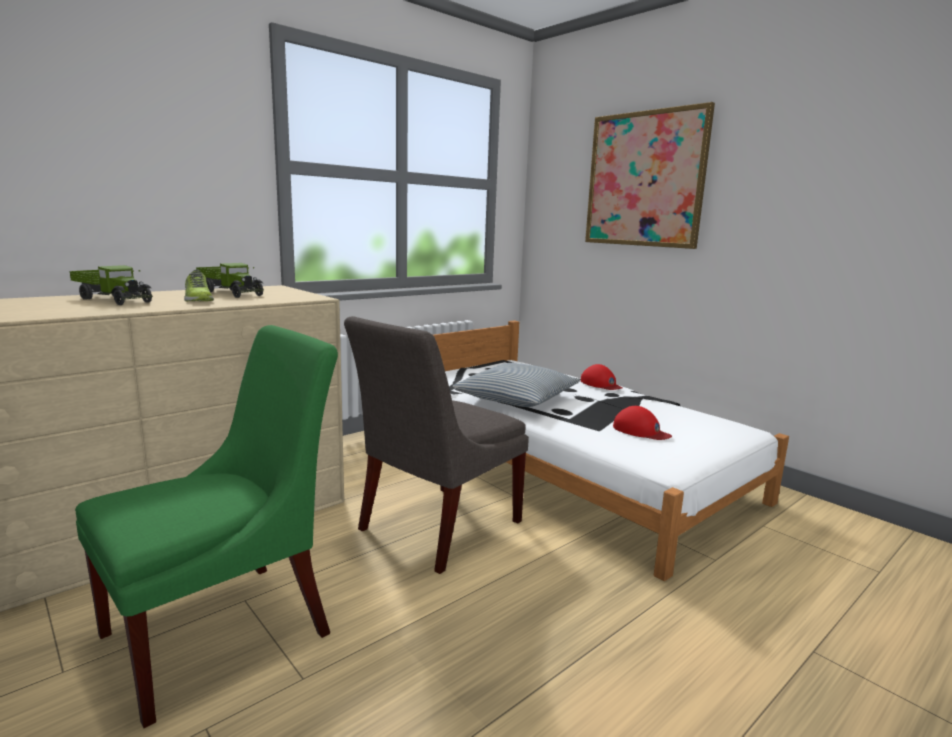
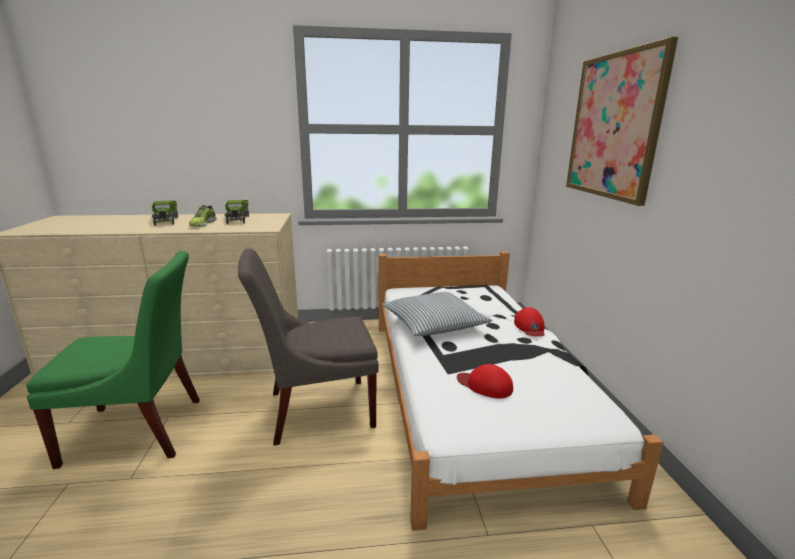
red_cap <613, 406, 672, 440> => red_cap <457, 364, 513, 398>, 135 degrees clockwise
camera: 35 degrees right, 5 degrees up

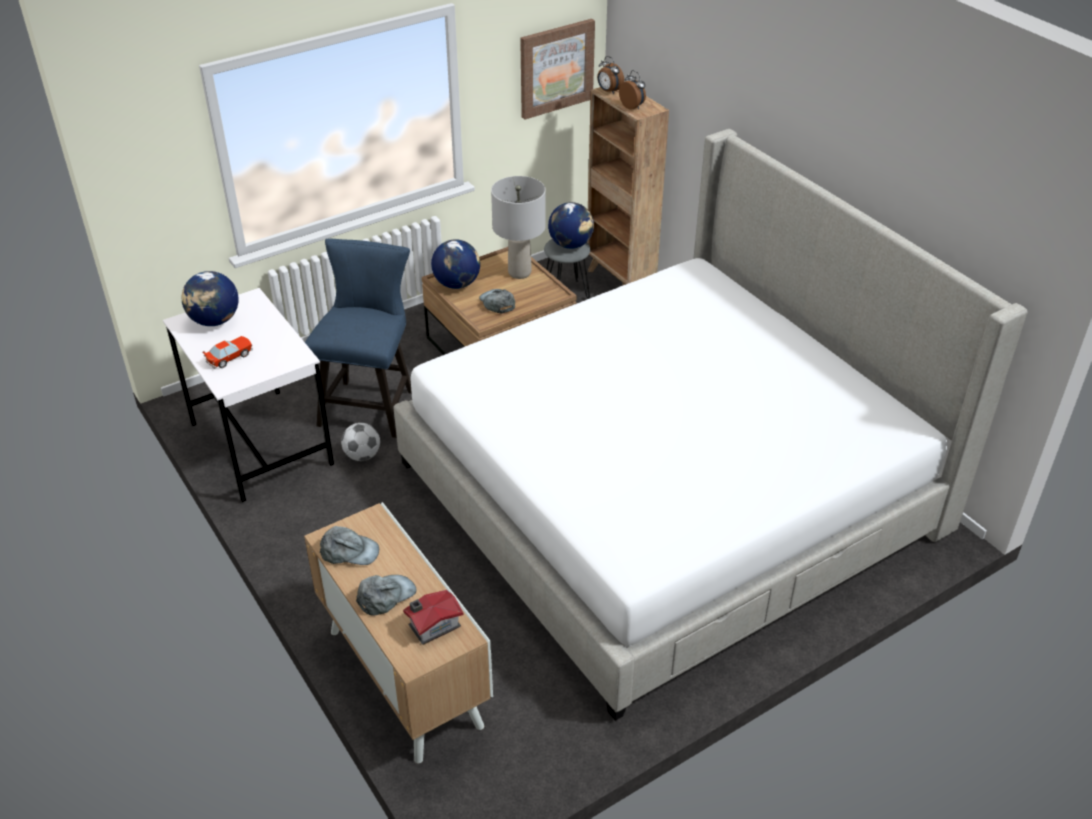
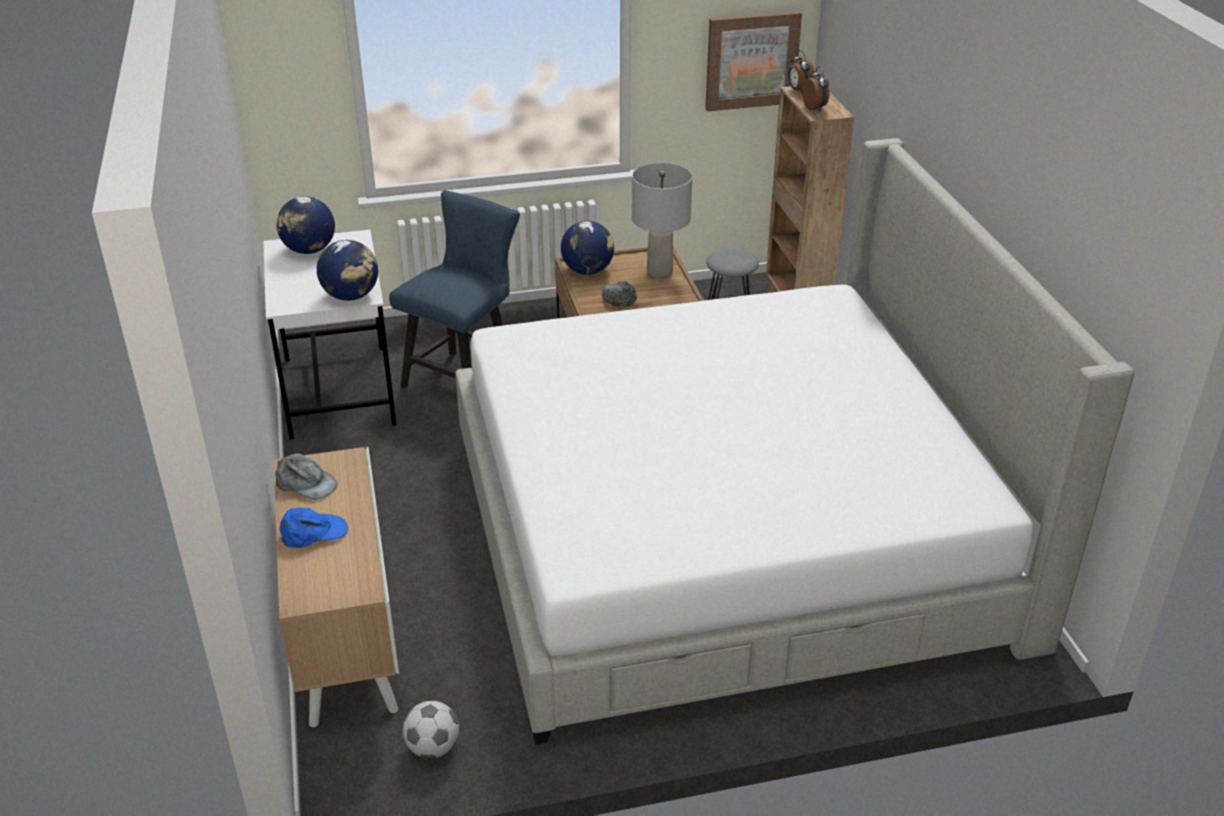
grey_cap <356, 575, 416, 616> => blue_cap <280, 508, 348, 548>
globe <548, 202, 594, 249> => globe <317, 240, 378, 301>, shifted
football <341, 423, 380, 461> => football <403, 701, 459, 759>, shifted
toy_car <202, 336, 253, 369> => nothing
toy_house <403, 590, 464, 645> => nothing
camera: 20 degrees right, 5 degrees down

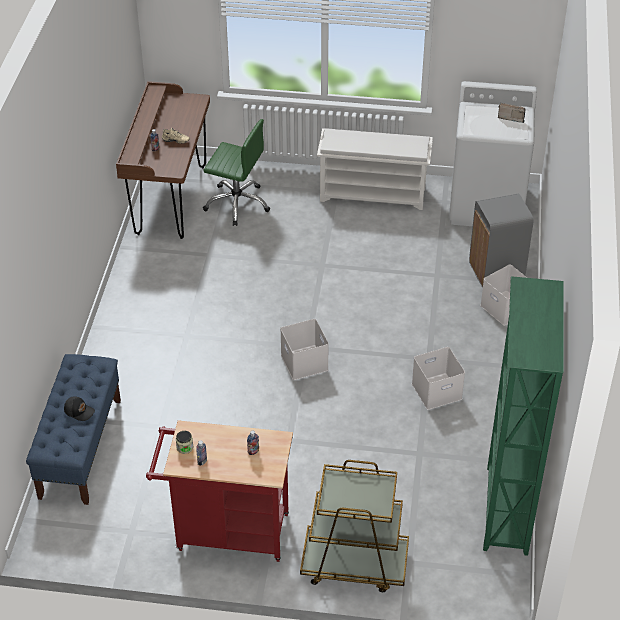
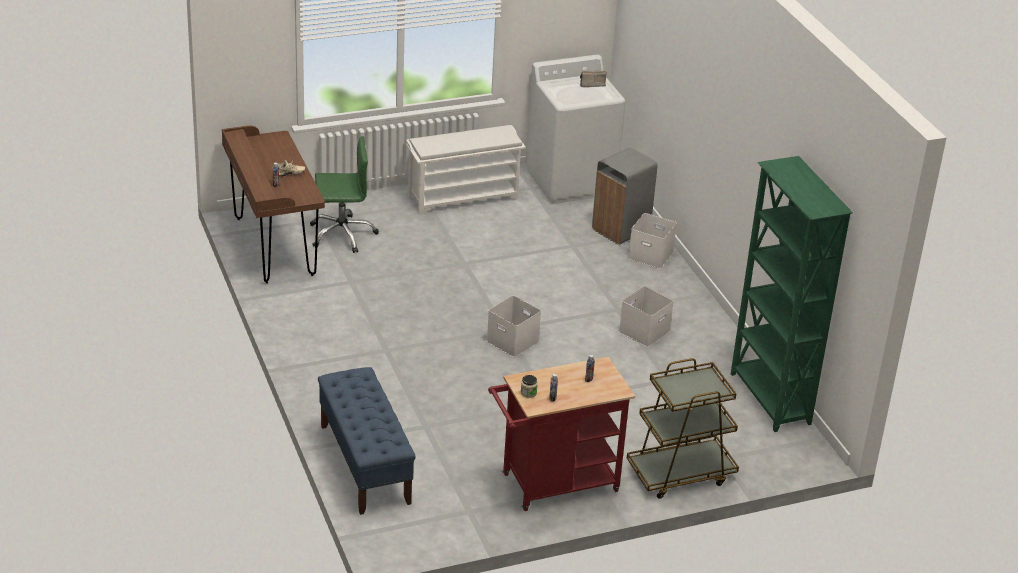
black_cap <64, 396, 95, 421> => nothing
camera: 30 degrees left, 10 degrees down

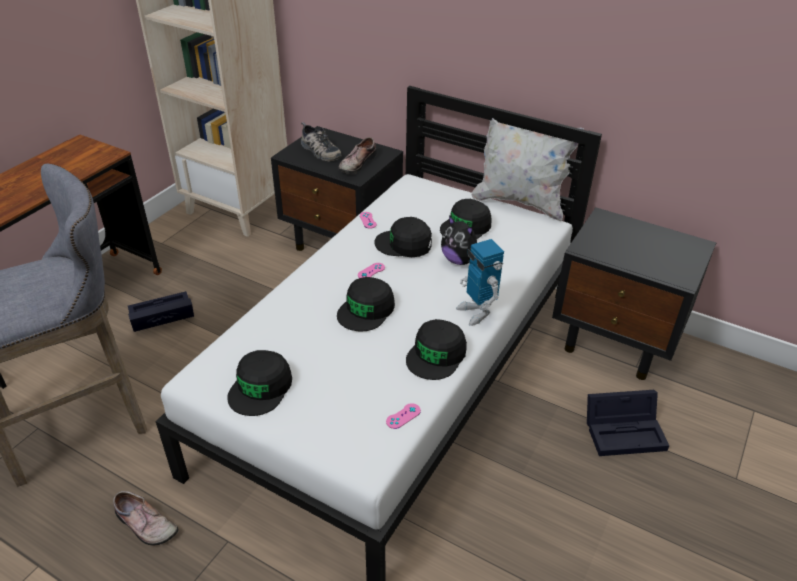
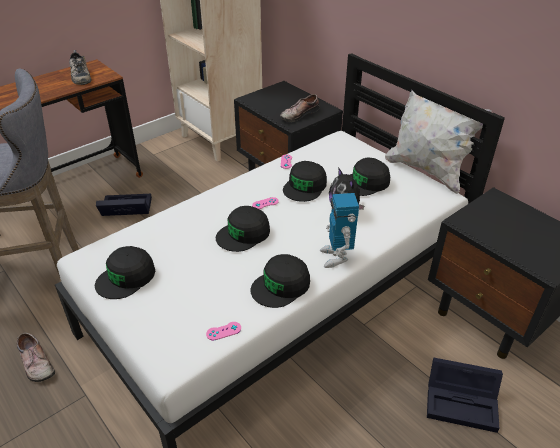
shoe <301, 122, 342, 161> => shoe <69, 50, 92, 85>, shifted
black_cap <374, 217, 432, 257> => black_cap <283, 161, 327, 202>, 90 degrees counterclockwise
camera: 20 degrees right, 0 degrees up

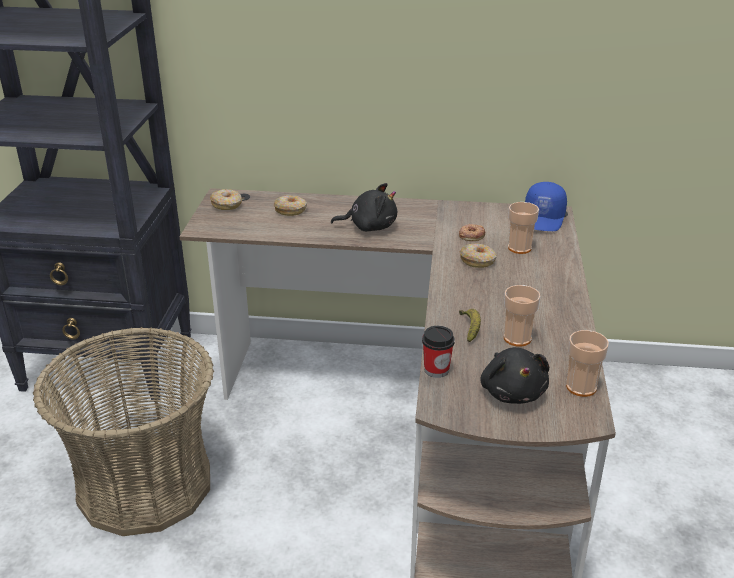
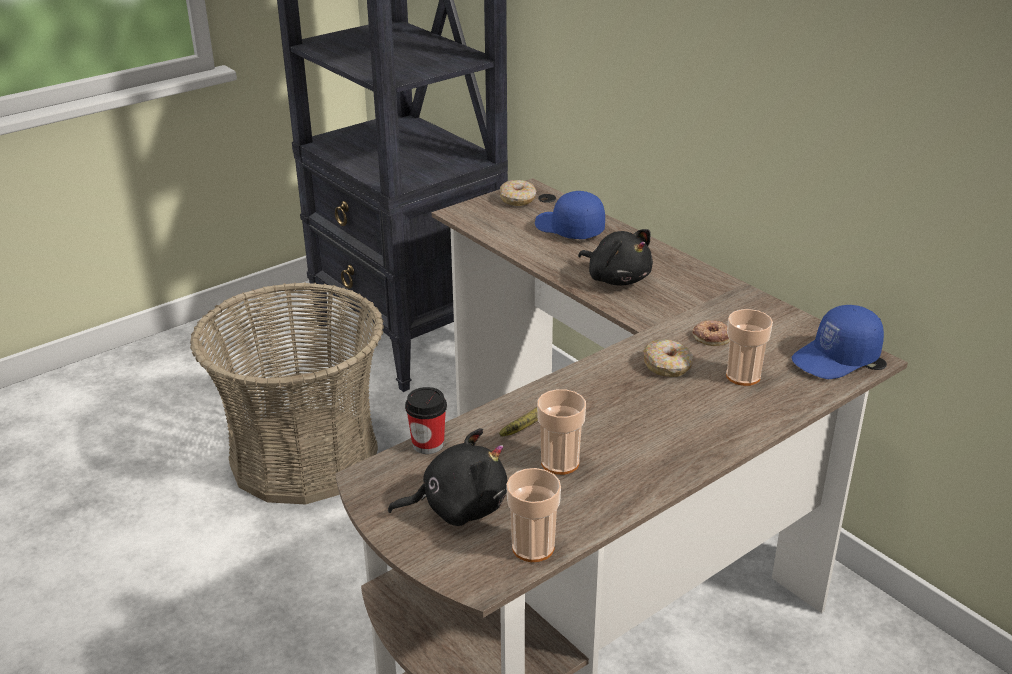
black_plush_toy <480, 347, 549, 404> => black_plush_toy <388, 428, 508, 526>, 135 degrees counterclockwise
donut <274, 195, 307, 216> => blue_cap <535, 191, 605, 239>
camera: 45 degrees right, 0 degrees up

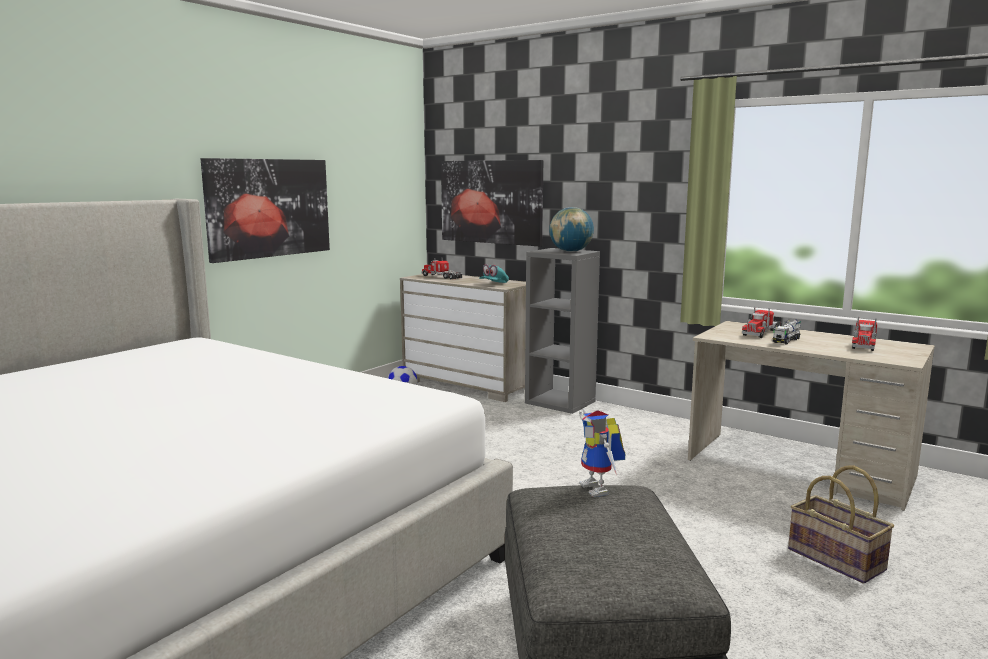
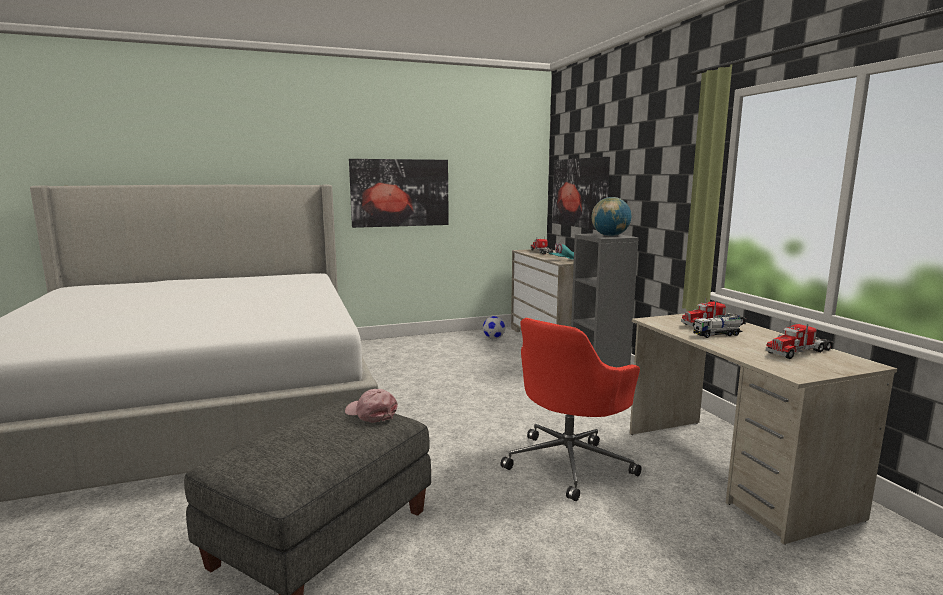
toy_robot <579, 409, 625, 497> => pink_cap <345, 389, 398, 423>
nothing => red_office_chair <501, 318, 642, 501>
basket <788, 465, 894, 584> => nothing
camera: 35 degrees right, 0 degrees up

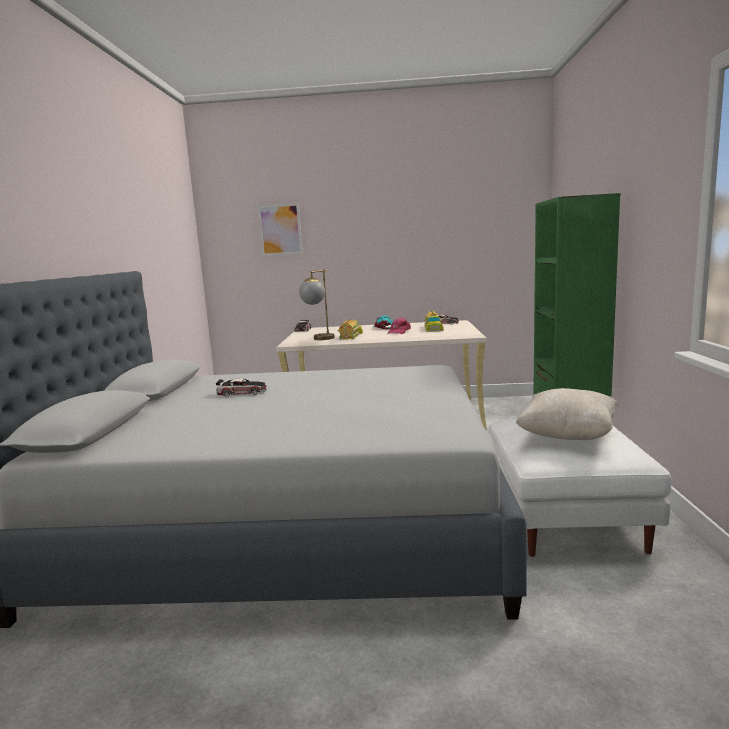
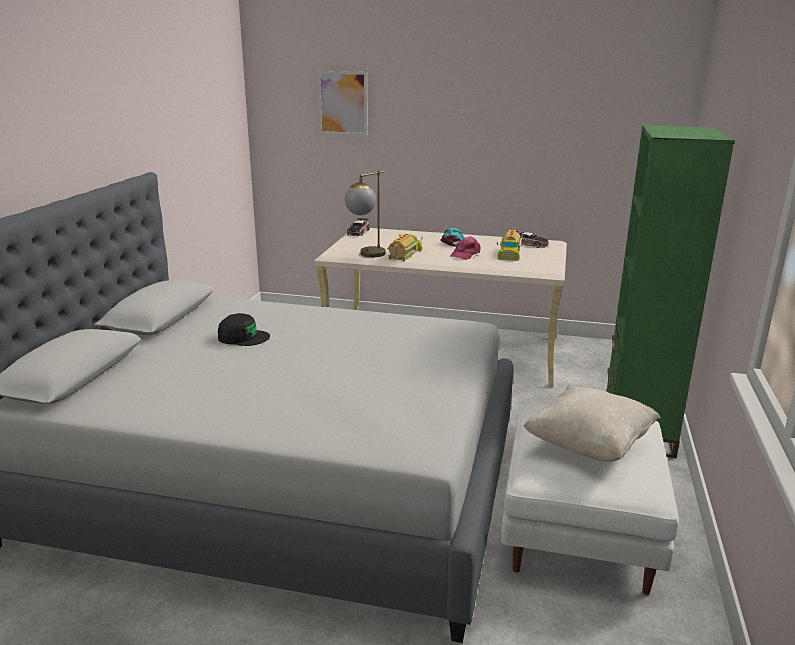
toy_car <216, 378, 267, 397> => black_cap <218, 313, 270, 346>
camera: 10 degrees right, 10 degrees up

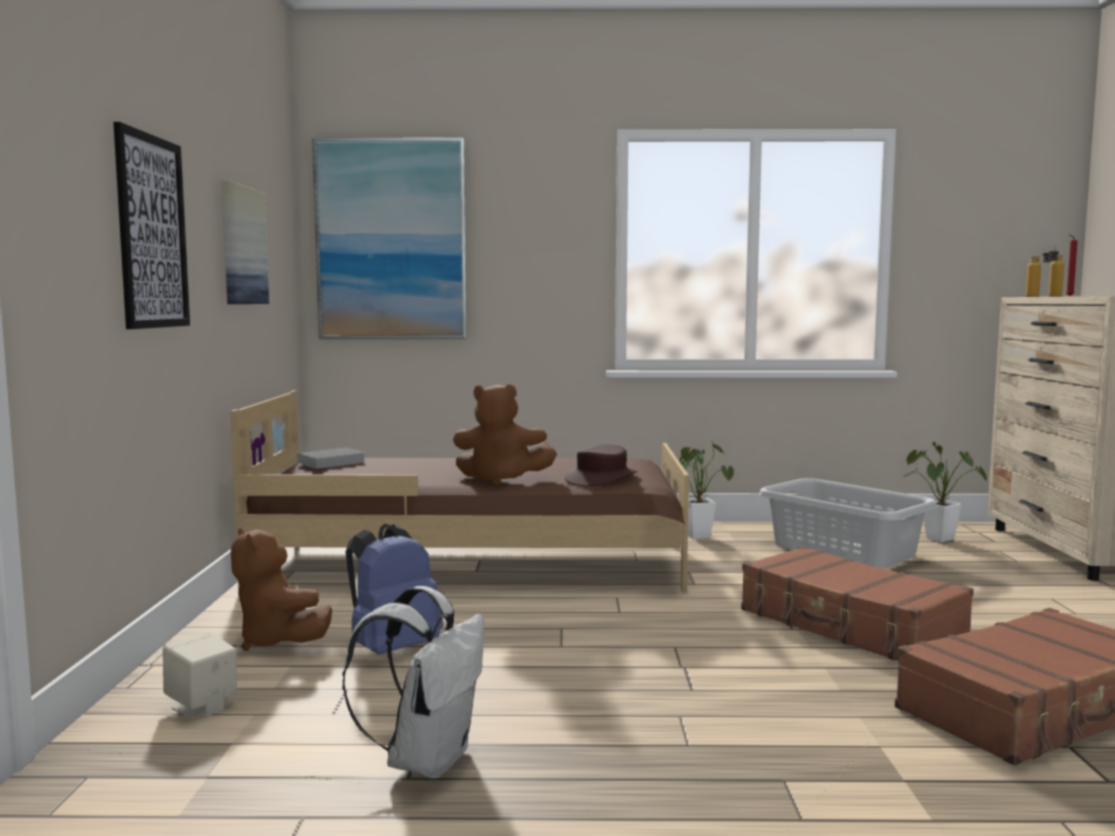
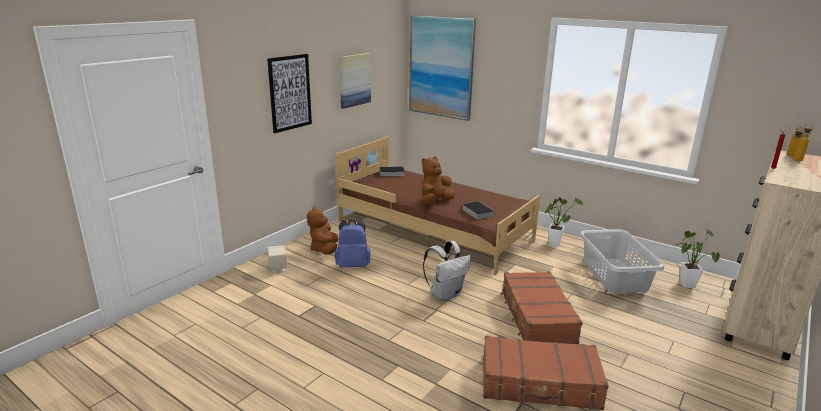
brown_plush_toy <453, 384, 557, 486> => brown_plush_toy <422, 156, 455, 204>, 90 degrees clockwise
white_backpack <342, 586, 484, 778> => white_backpack <423, 241, 472, 301>, shifted
brown_hat <564, 444, 637, 486> => book <462, 201, 495, 219>
camera: 35 degrees right, 15 degrees up

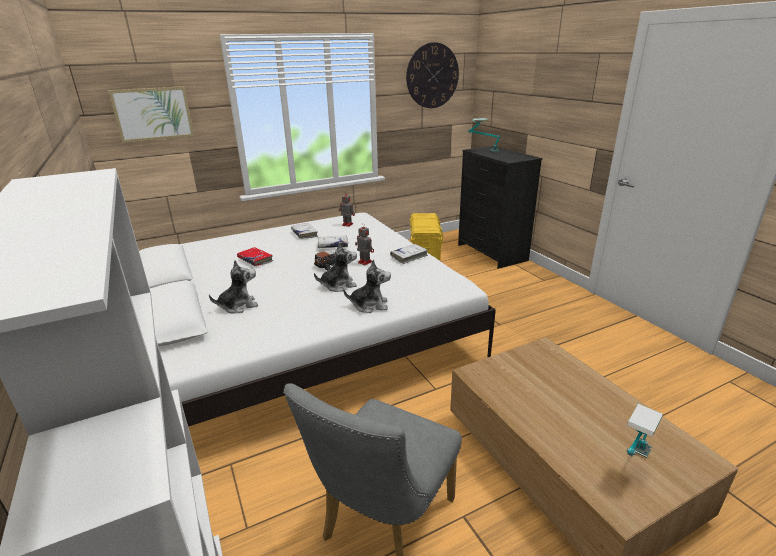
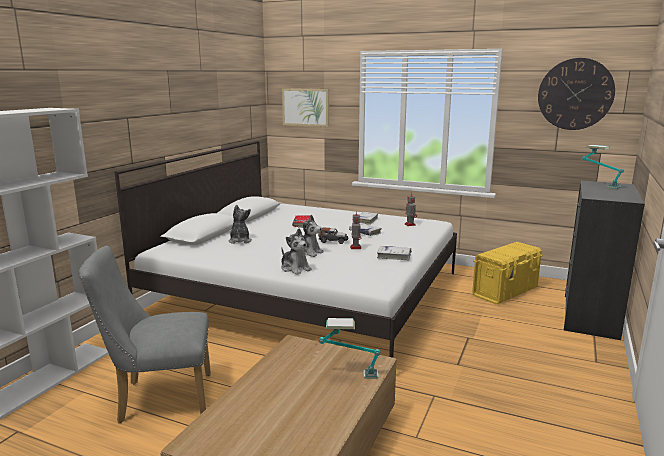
plush_toy <209, 260, 258, 314> => plush_toy <228, 205, 252, 244>, 120 degrees counterclockwise
table_lamp <627, 404, 663, 458> => table_lamp <319, 318, 380, 379>, shifted
camera: 50 degrees right, 10 degrees down

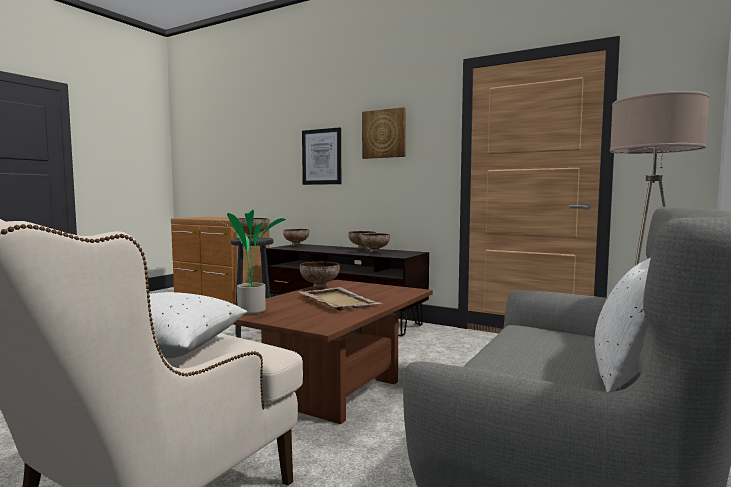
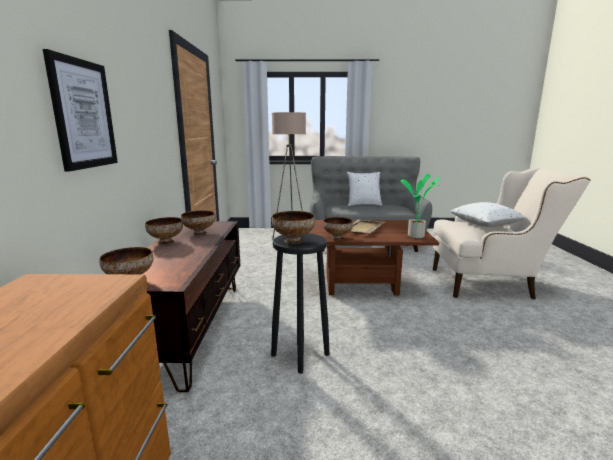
picture <362, 107, 406, 159> => nothing
camera: 120 degrees left, 10 degrees up

